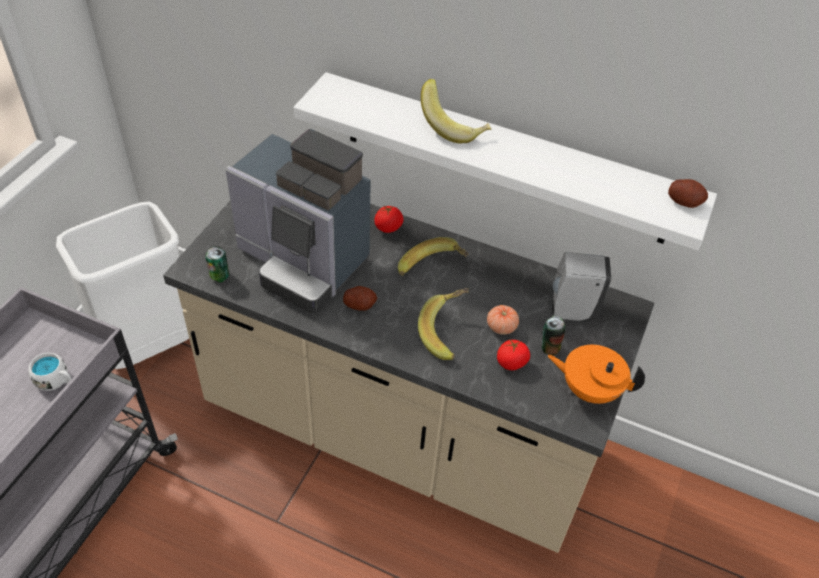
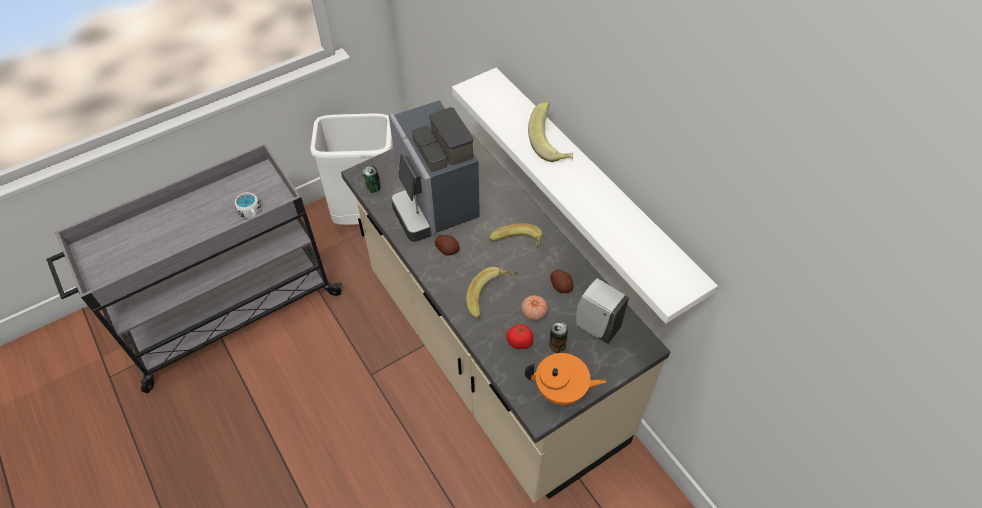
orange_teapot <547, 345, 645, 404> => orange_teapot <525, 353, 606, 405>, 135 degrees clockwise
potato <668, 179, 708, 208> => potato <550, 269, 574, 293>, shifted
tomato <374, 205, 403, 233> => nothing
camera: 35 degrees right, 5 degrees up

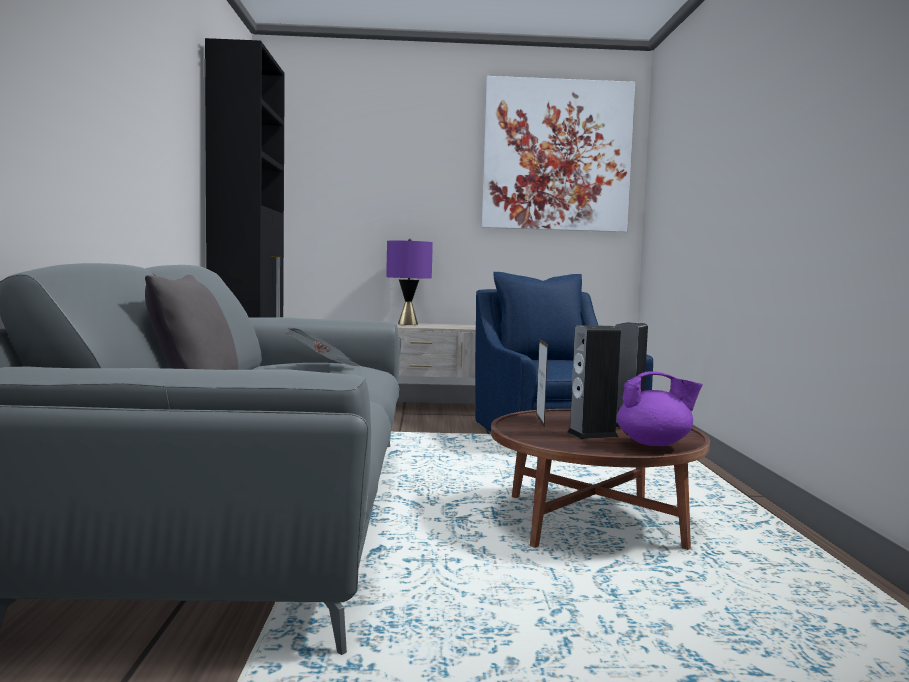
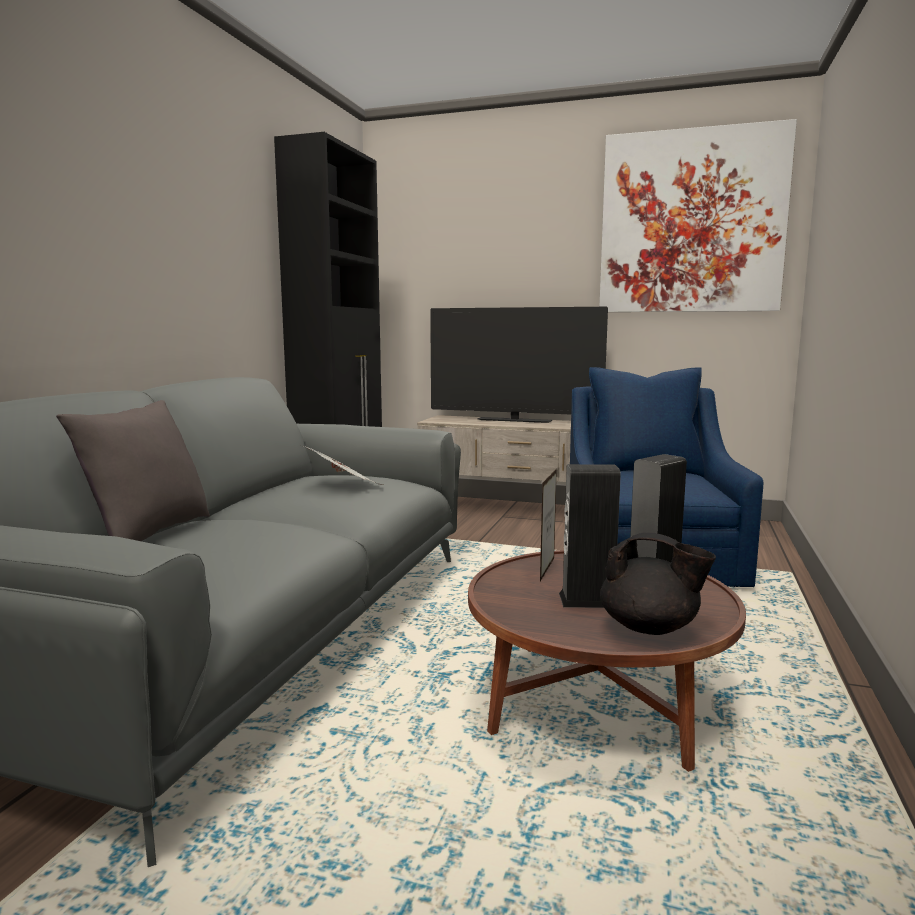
purple_table_lamp <386, 239, 433, 325> => television <430, 307, 608, 423>
purple_teapot <617, 371, 703, 446> => black_teapot <600, 532, 716, 635>
camera: 20 degrees right, 5 degrees up

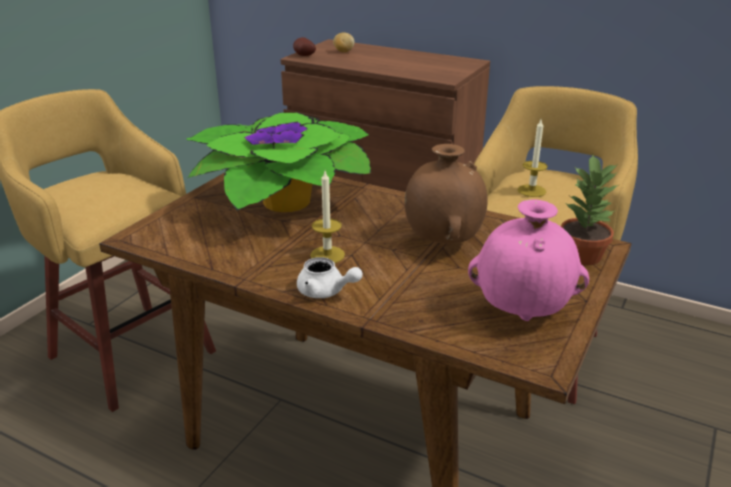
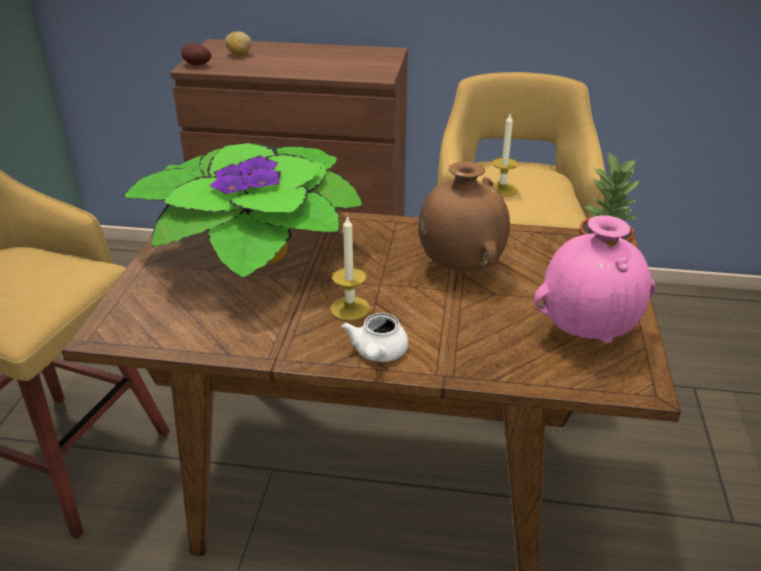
white_teapot <297, 257, 363, 298> => white_teapot <342, 313, 408, 362>, 90 degrees clockwise
camera: 20 degrees left, 5 degrees up

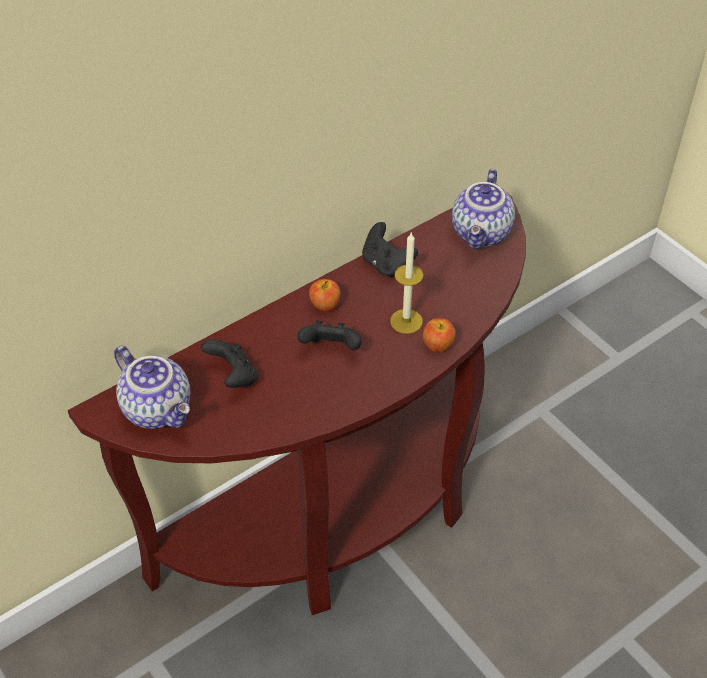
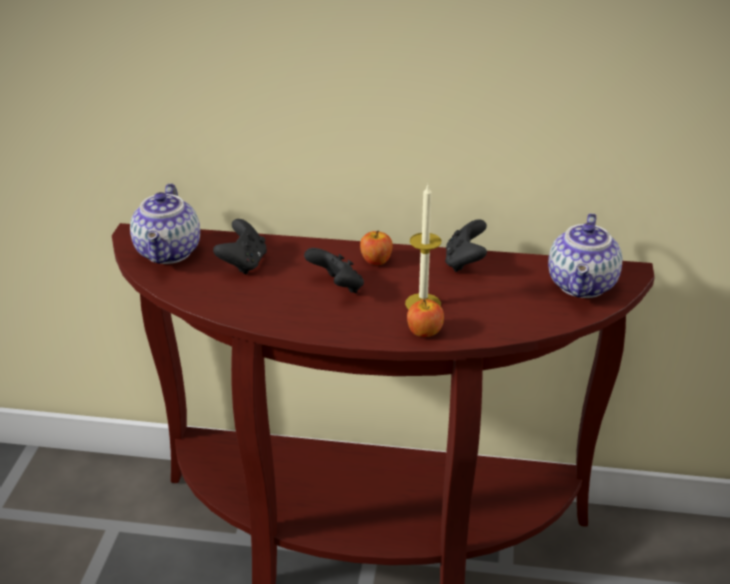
teapot <452, 169, 515, 249> => teapot <548, 213, 623, 298>, 45 degrees counterclockwise
camera: 45 degrees right, 15 degrees down

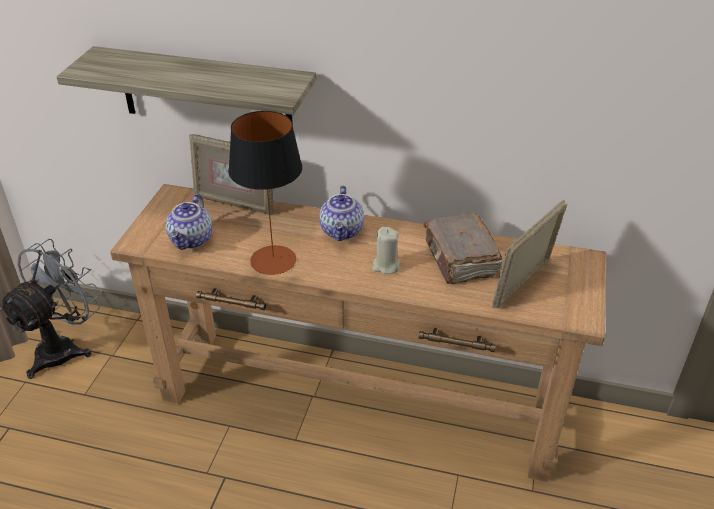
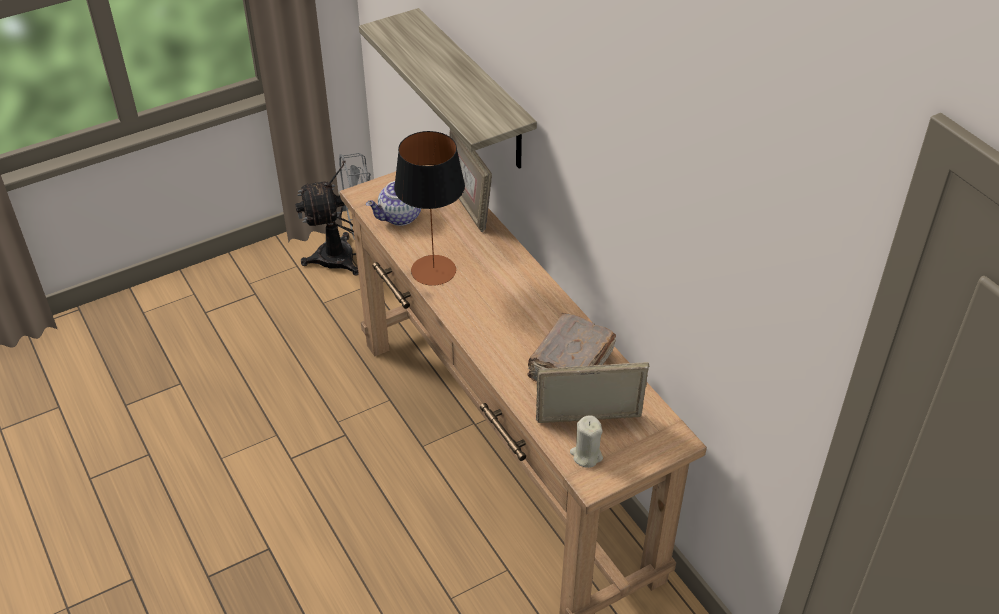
beige_candle <373, 227, 400, 274> => beige_candle <570, 415, 603, 468>, shifted
teapot <319, 185, 364, 241> => nothing
camera: 45 degrees right, 5 degrees up

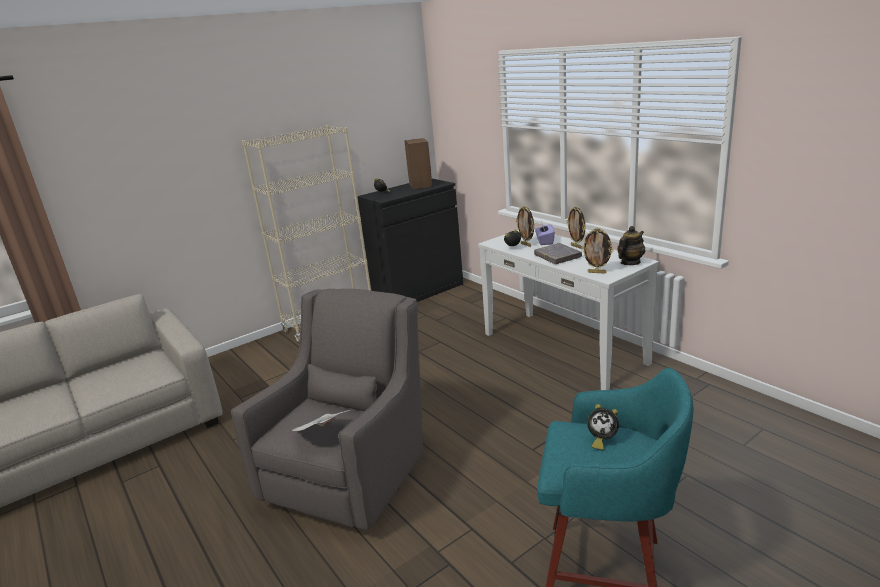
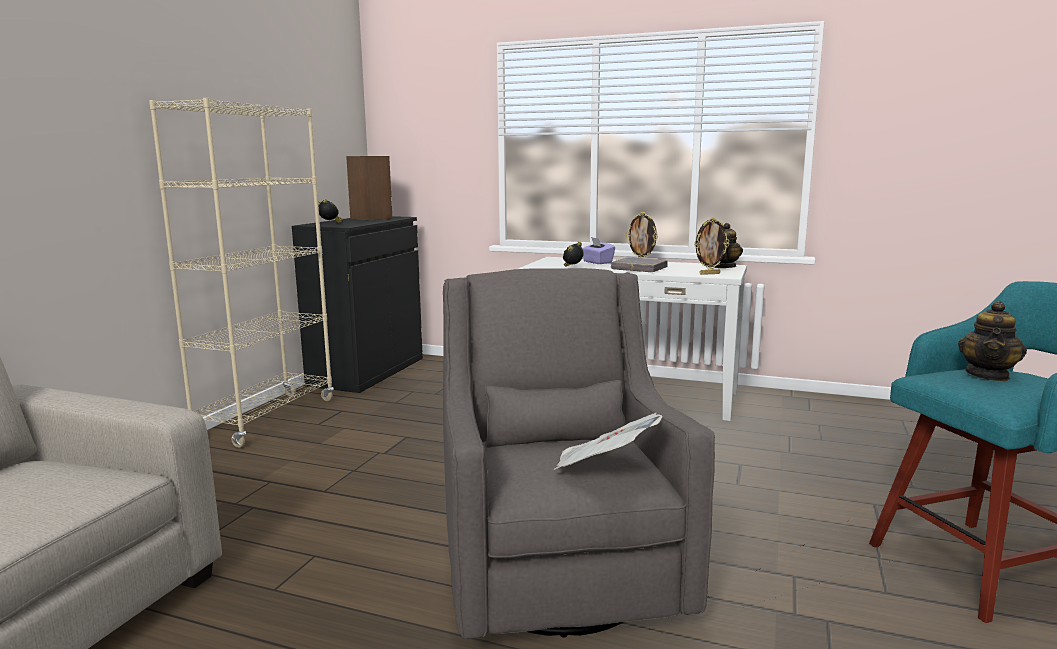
alarm_clock <587, 404, 619, 450> => teapot <958, 301, 1027, 381>
picture_frame <516, 206, 534, 247> => nothing
camera: 35 degrees left, 10 degrees down

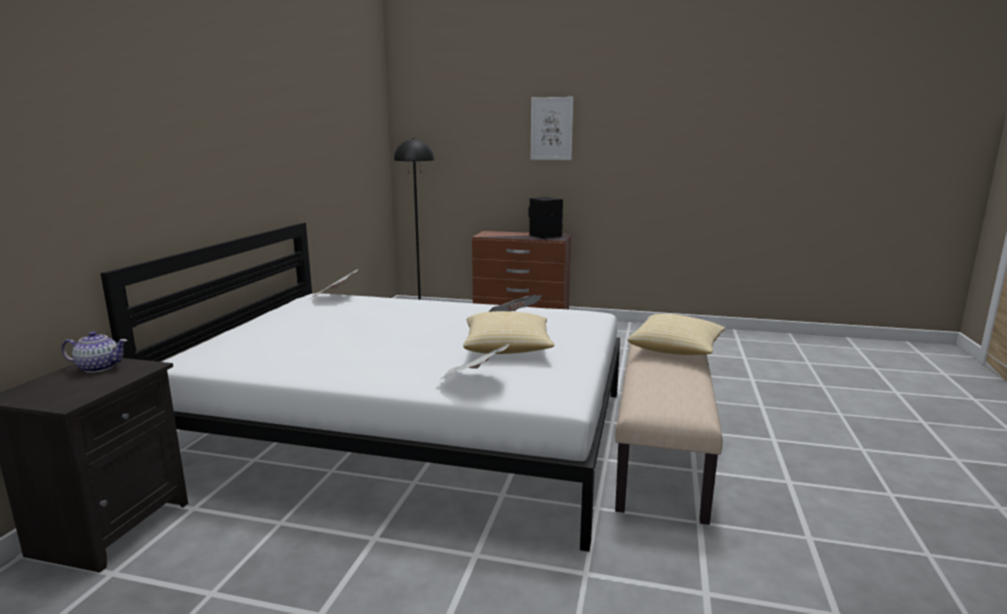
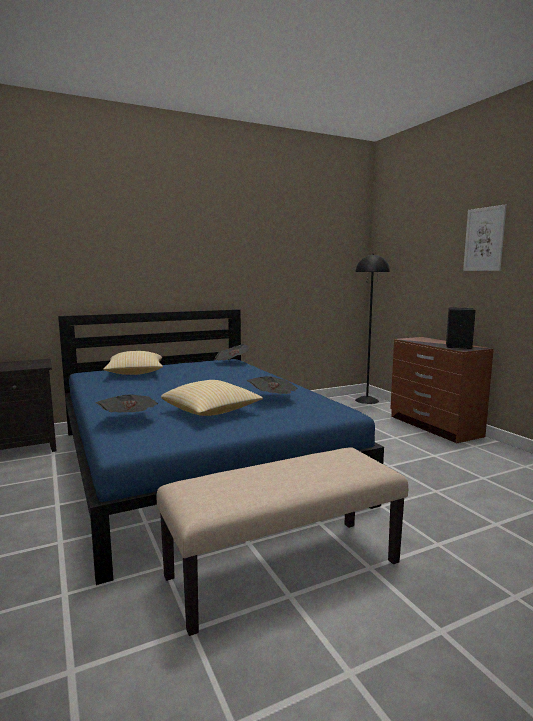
white_bed <101, 223, 620, 552> => blue_bed <58, 309, 384, 585>
pillow <627, 314, 726, 355> => pillow <103, 351, 163, 375>, shifted
teapot <61, 331, 128, 373> => nothing
camera: 50 degrees right, 5 degrees down

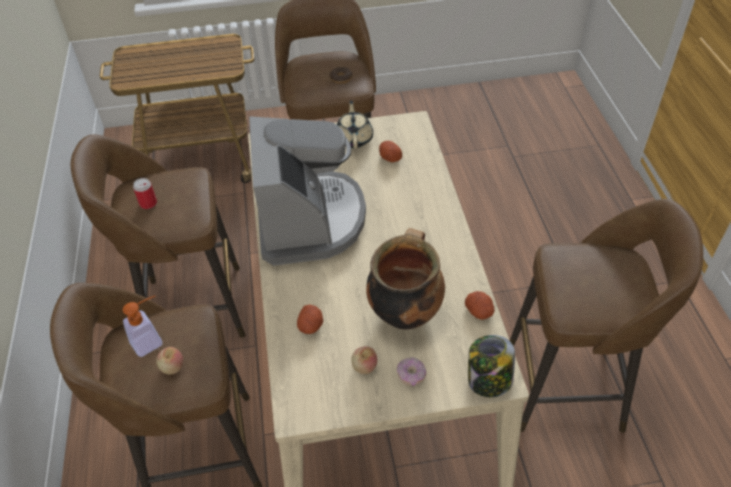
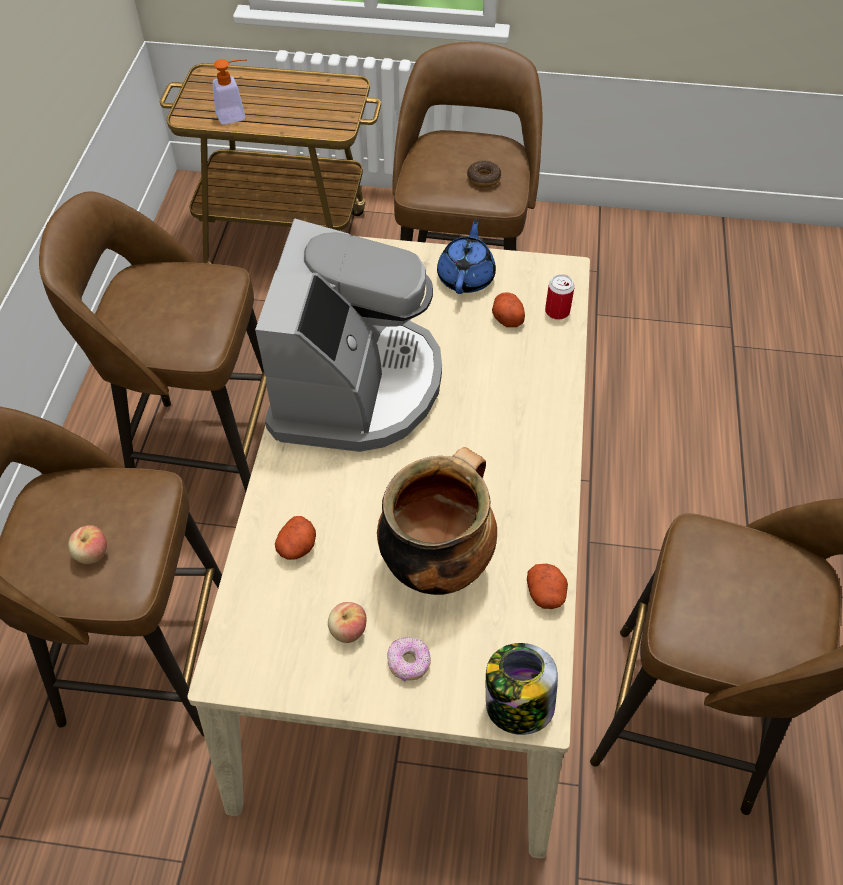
soap_dispenser <123, 296, 162, 357> => soap_dispenser <213, 59, 247, 125>, shifted
beige_teapot <337, 100, 373, 149> => blue_teapot <437, 218, 496, 294>
can <133, 178, 157, 209> => can <545, 274, 575, 319>, shifted
camera: 15 degrees right, 5 degrees up

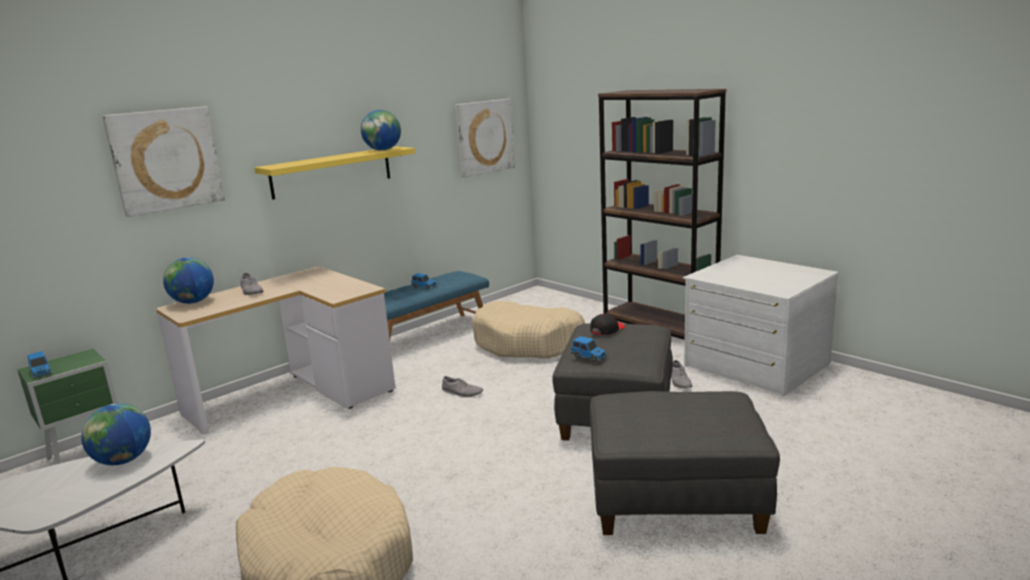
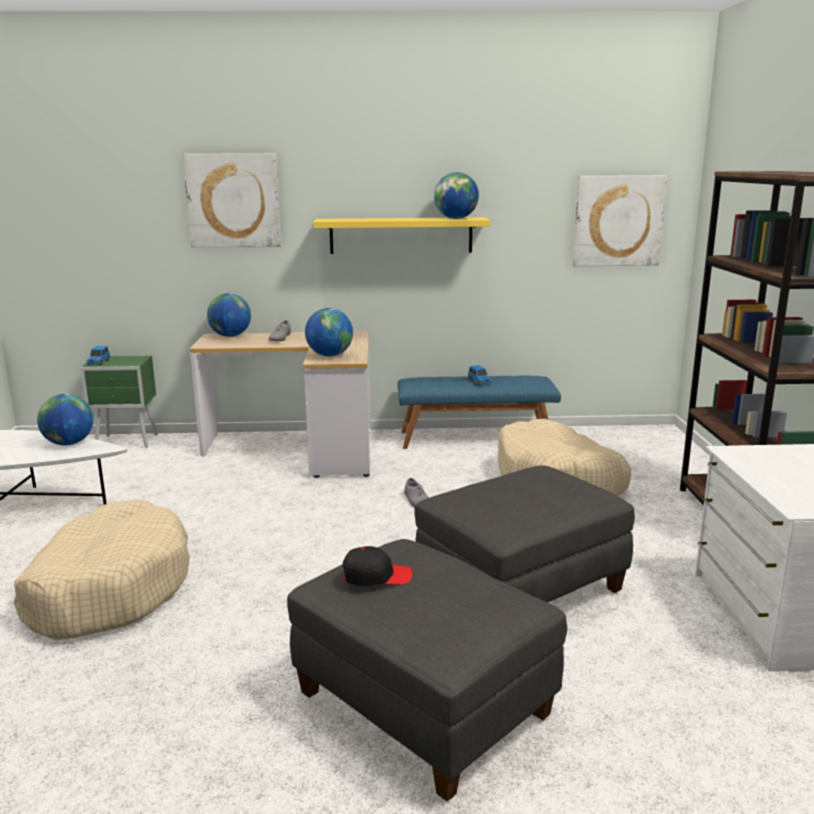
nothing => globe <305, 308, 353, 356>
black_cap <590, 314, 625, 335> => black_cap <342, 546, 413, 586>, shifted
toy_car <571, 336, 607, 362> => nothing
grey_shoe <671, 360, 692, 388> => nothing
camera: 40 degrees right, 0 degrees up

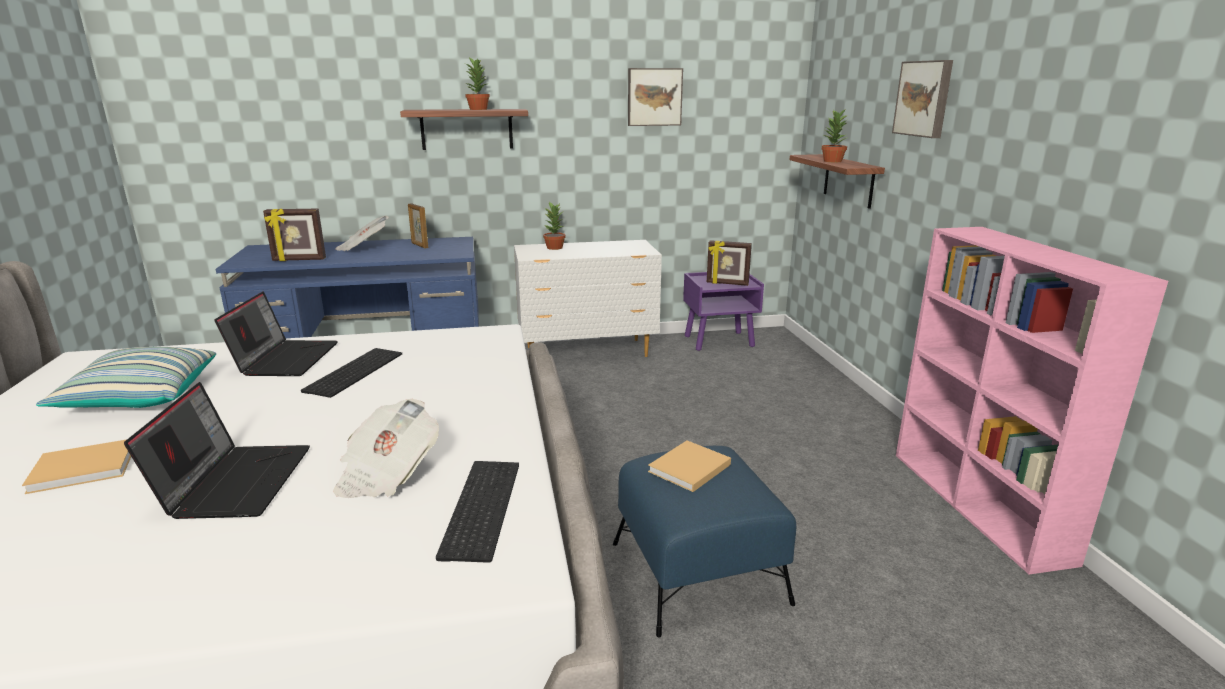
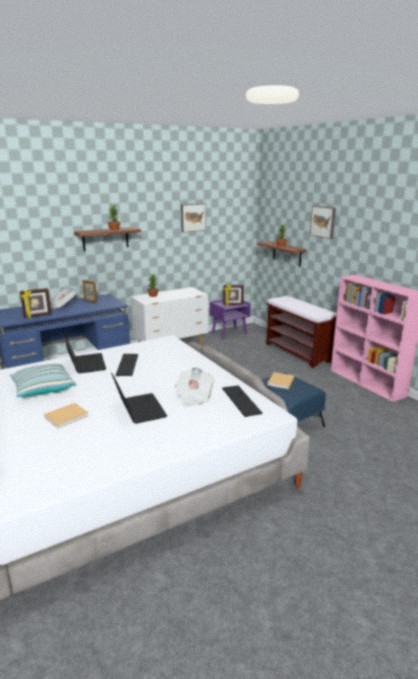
nothing => brown_bench <266, 296, 337, 368>
camera: 20 degrees left, 0 degrees up

